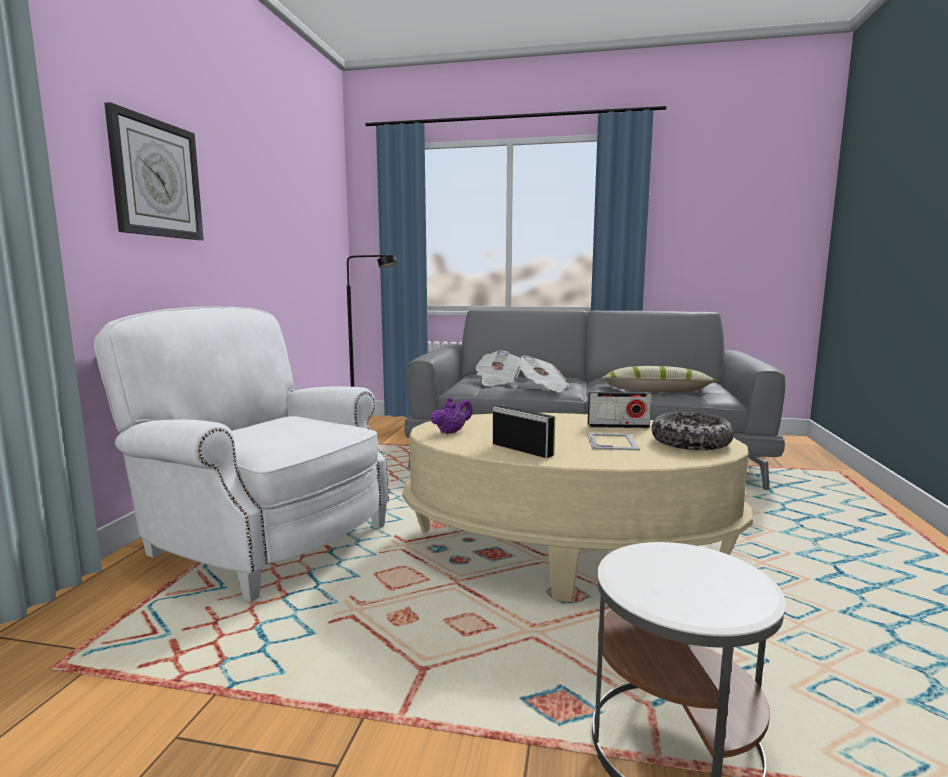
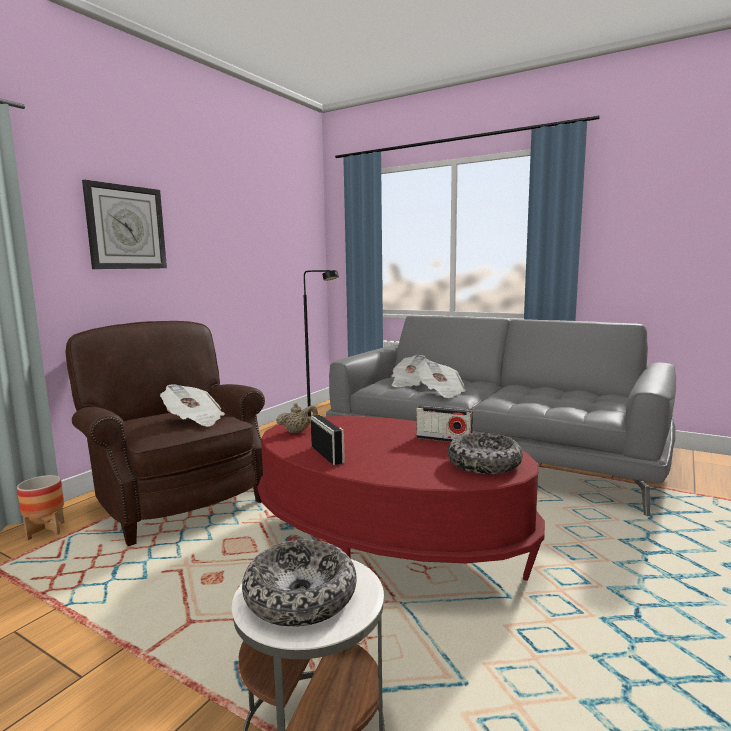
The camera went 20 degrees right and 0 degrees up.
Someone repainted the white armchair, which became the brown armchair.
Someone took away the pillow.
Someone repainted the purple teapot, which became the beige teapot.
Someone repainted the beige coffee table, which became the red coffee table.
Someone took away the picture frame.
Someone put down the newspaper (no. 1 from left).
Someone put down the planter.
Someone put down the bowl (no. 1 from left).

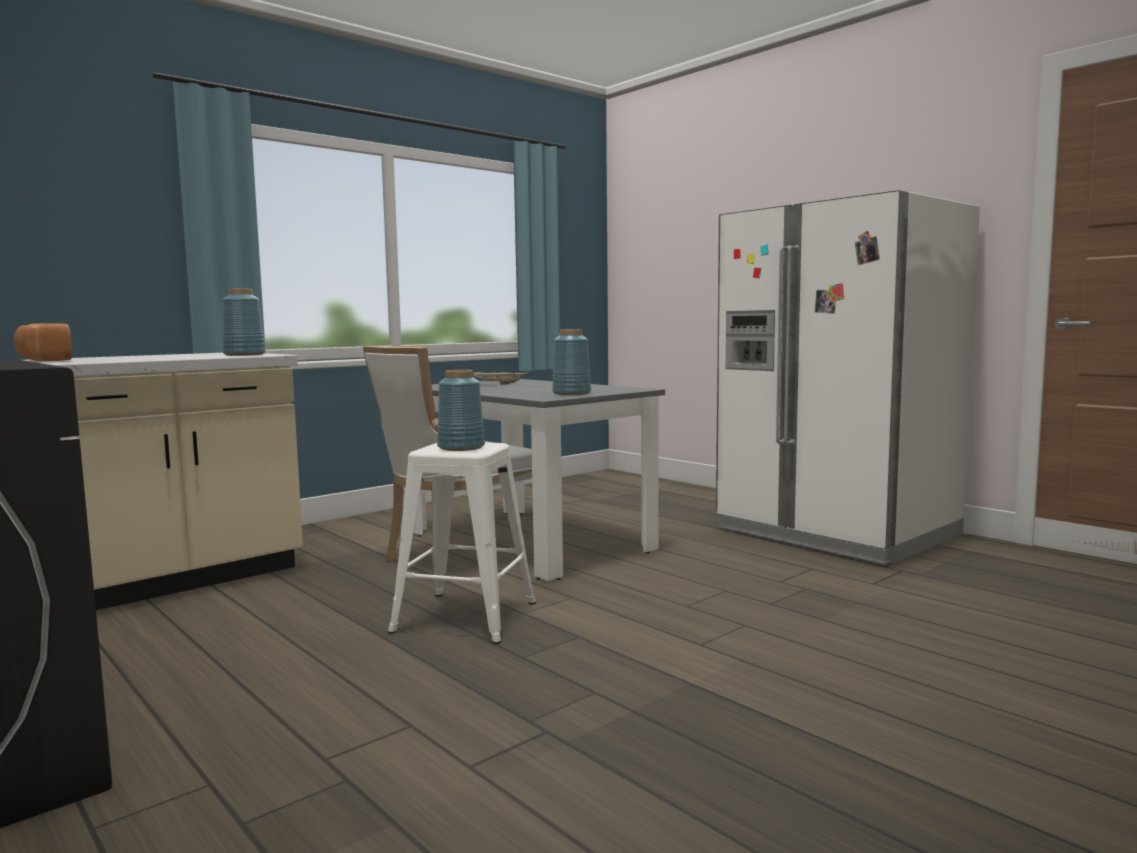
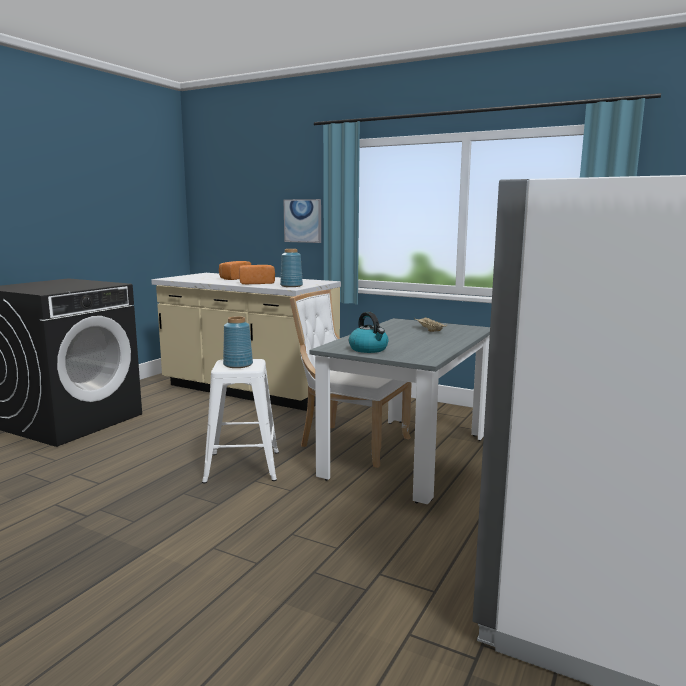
The camera went 70 degrees right and 5 degrees up.
Someone swapped the blue vase (no. 3 from left) for the kettle.
Someone put up the picture.
Someone put down the bread (no. 2 from left).

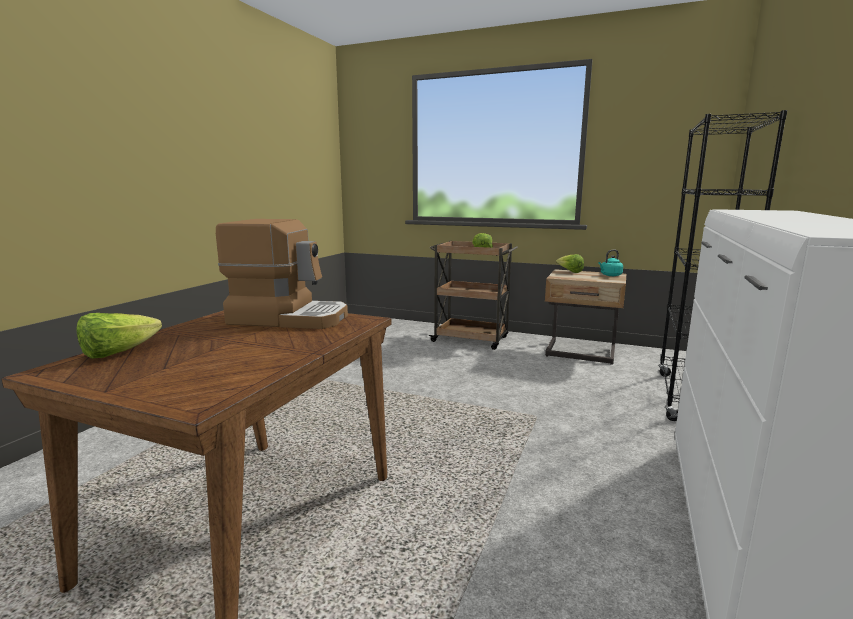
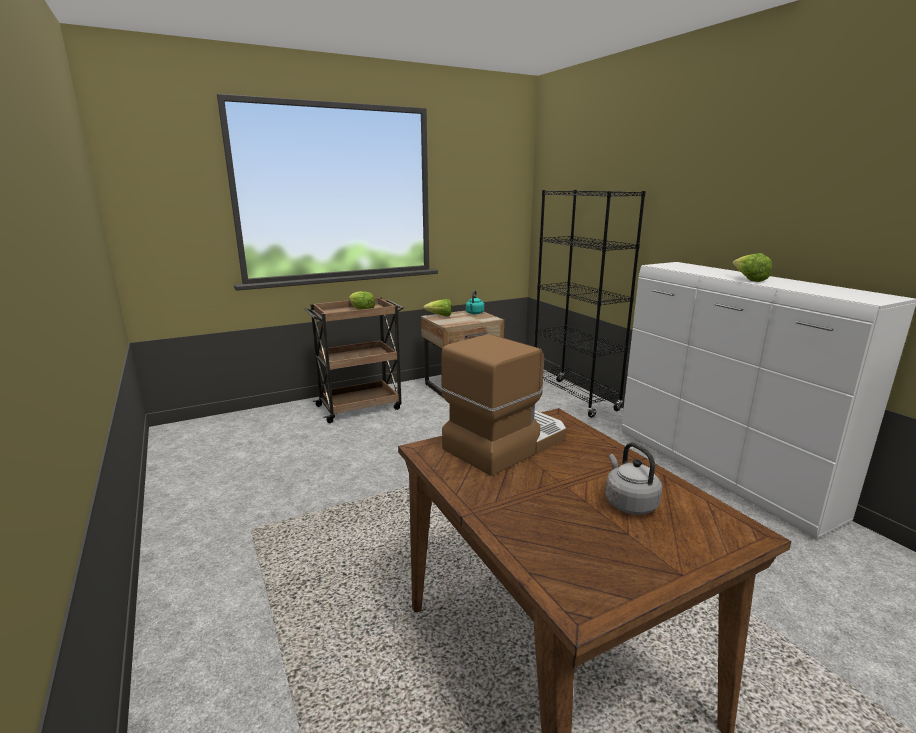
The camera went 50 degrees left and 5 degrees up.
Someone carried the lettuce (no. 1 from left in the first image).
Someone put down the grey kettle.

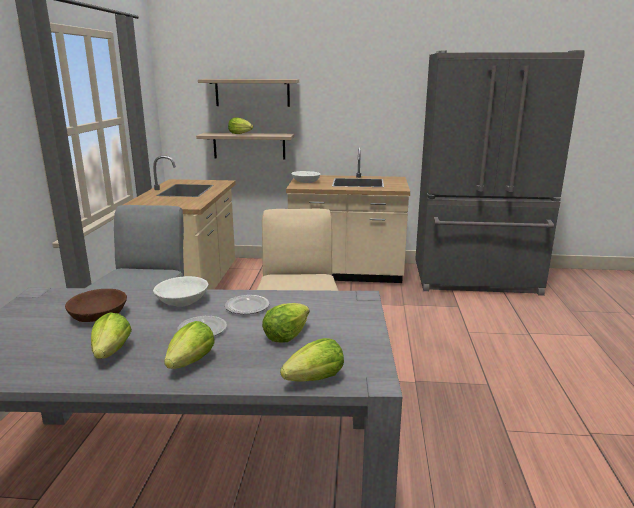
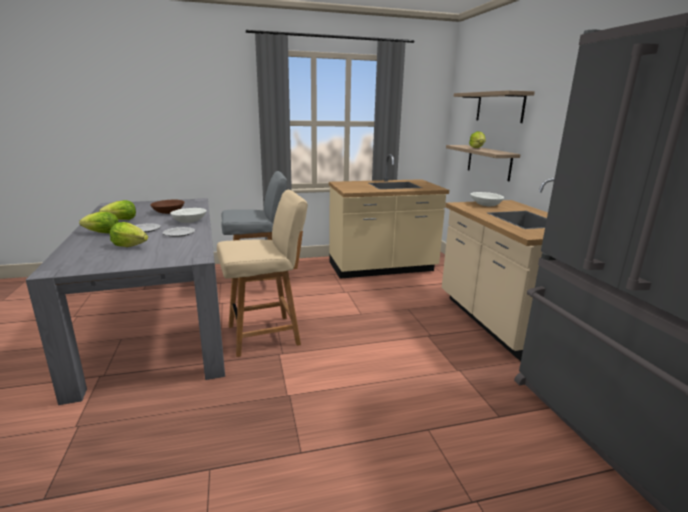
The camera went 70 degrees right and 0 degrees up.
Someone took away the lettuce (no. 5 from left).

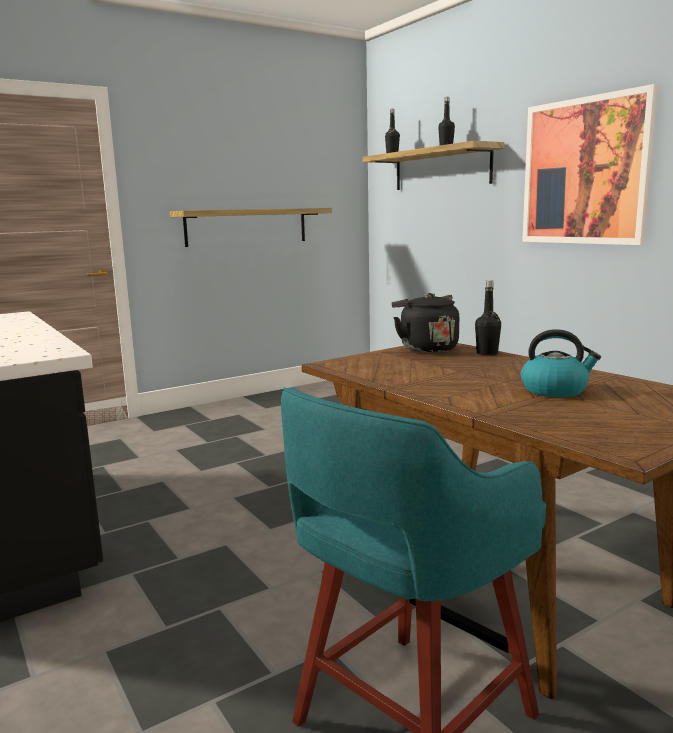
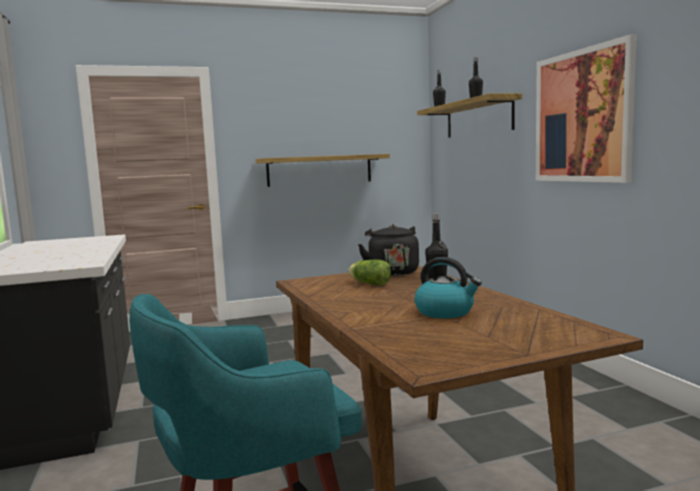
The camera went 15 degrees right and 5 degrees down.
Someone put down the lettuce.

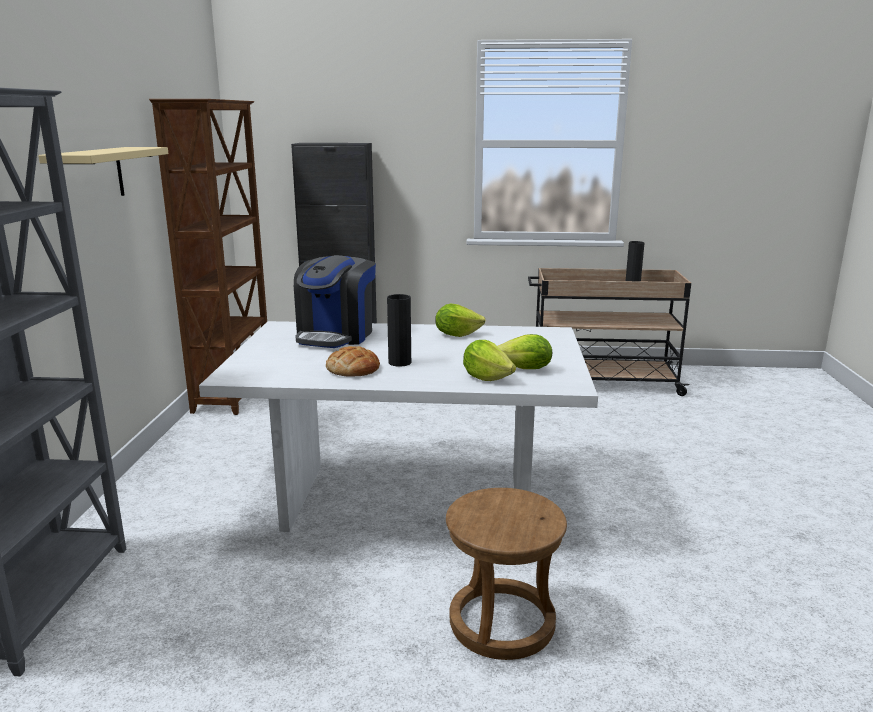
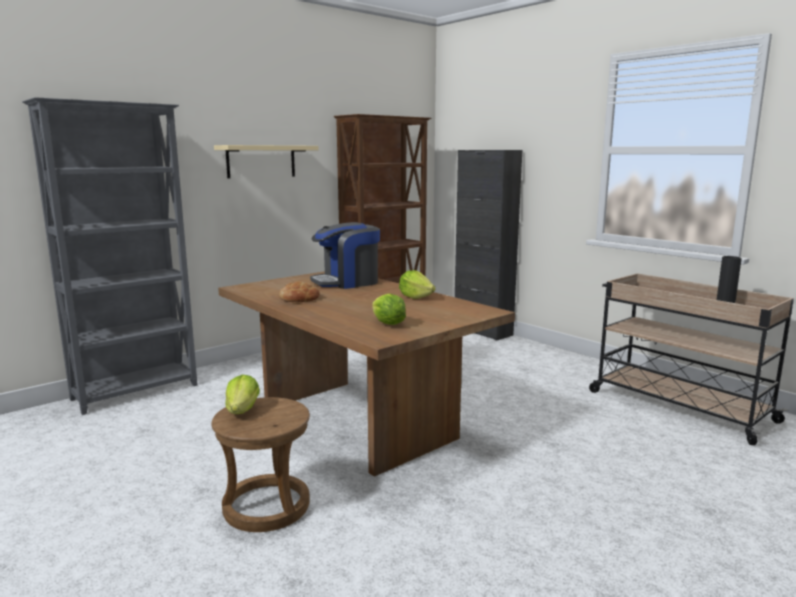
The camera went 45 degrees right and 5 degrees down.
Someone took away the black vase (no. 1 from left).
Someone repainted the white dining table, which became the brown dining table.
Someone carried the lettuce (no. 2 from left in the first image).

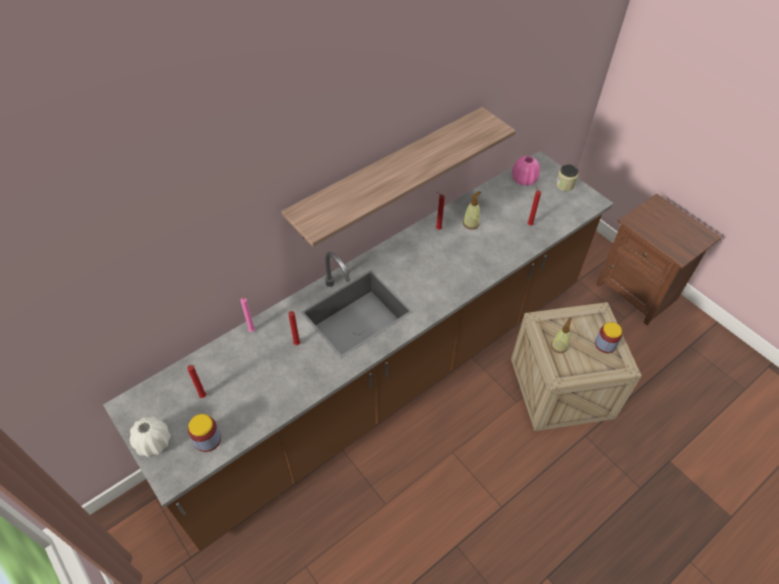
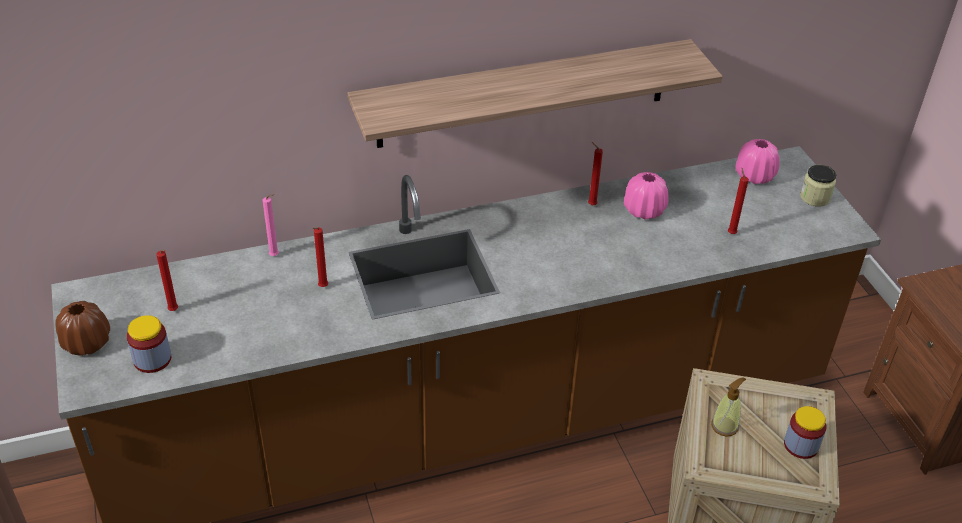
The camera went 20 degrees right and 10 degrees down.
Someone swapped the soap dispenser (no. 1 from left) for the pink vase (no. 1 from left).
Someone repainted the white vase, which became the brown vase.

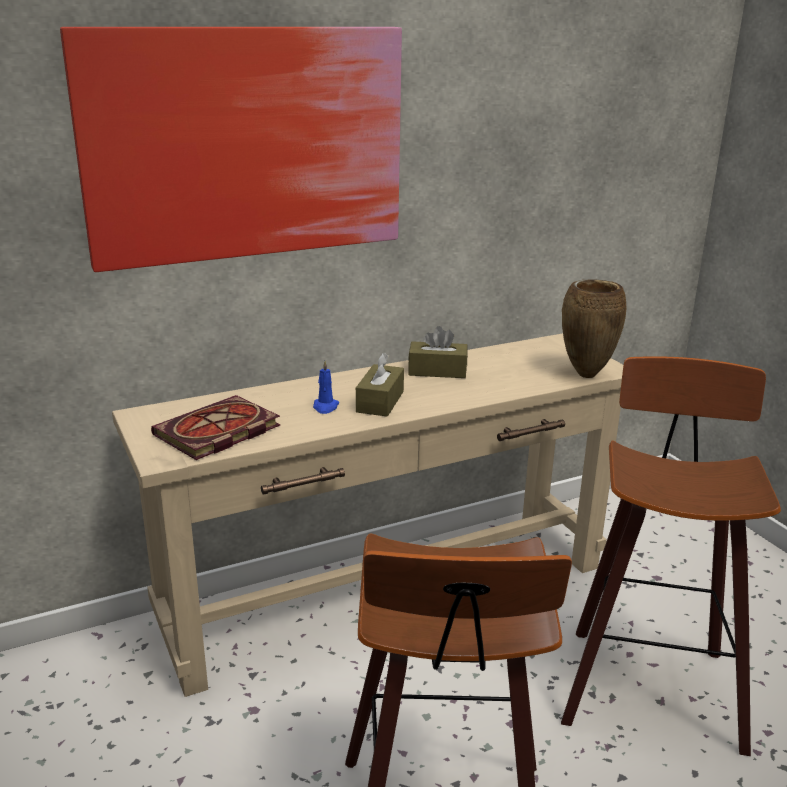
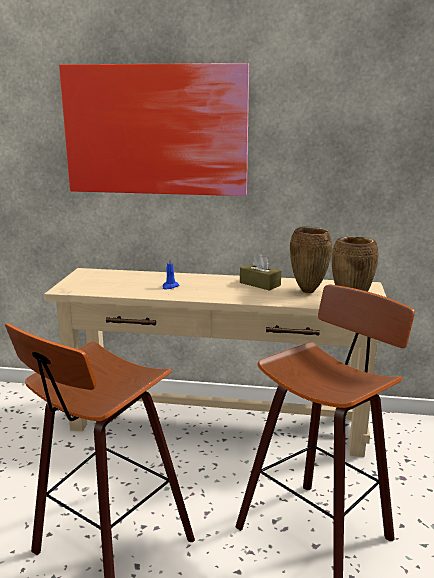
The camera went 35 degrees right and 5 degrees down.
Someone took away the brown tissue box (no. 1 from left).
Someone took away the book.
Someone put down the brown vase (no. 1 from left).

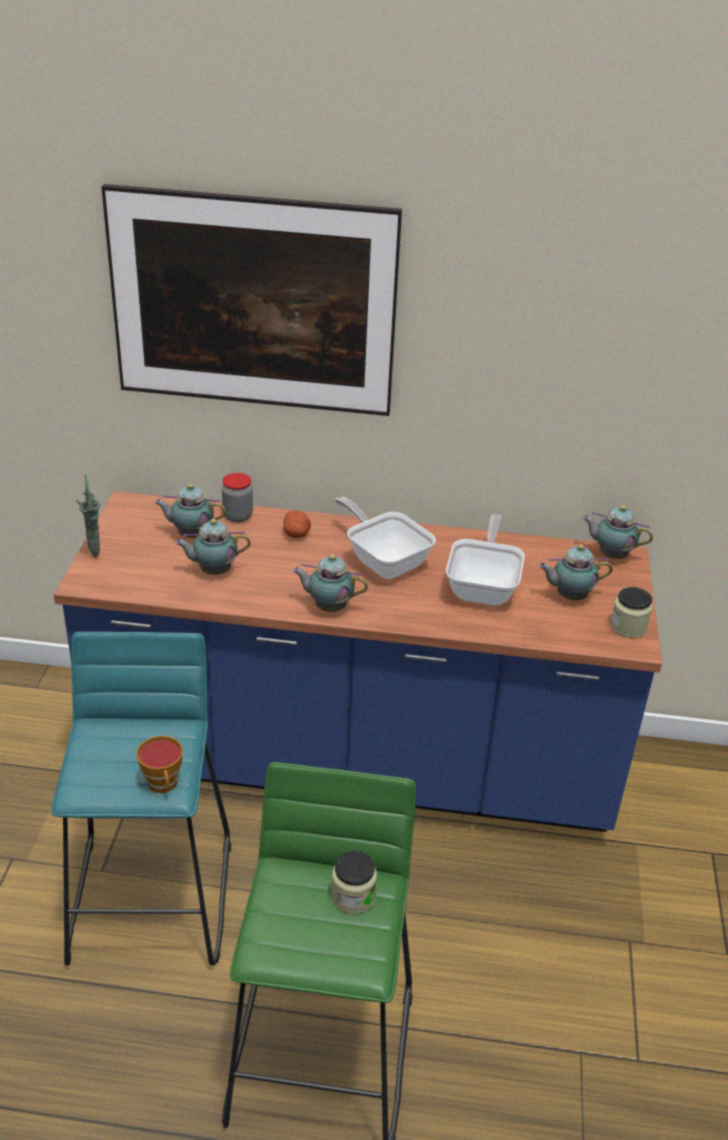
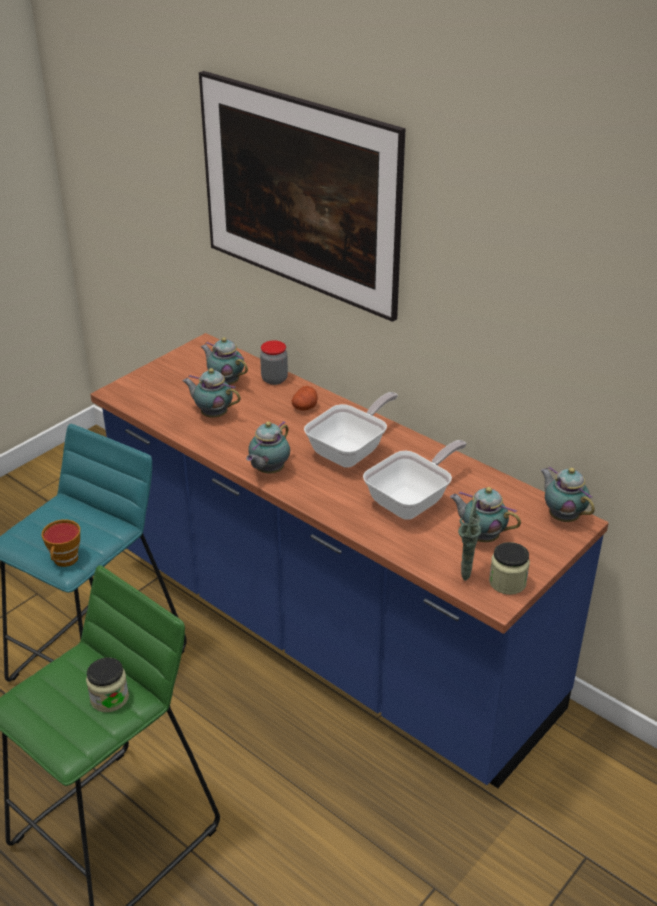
The camera went 35 degrees right and 0 degrees up.
Someone carried the green vase.
Someone rotated the frying pan (no. 1 from left) by 45 degrees clockwise.
Someone rotated the teapot (no. 3 from left) by 105 degrees counterclockwise.

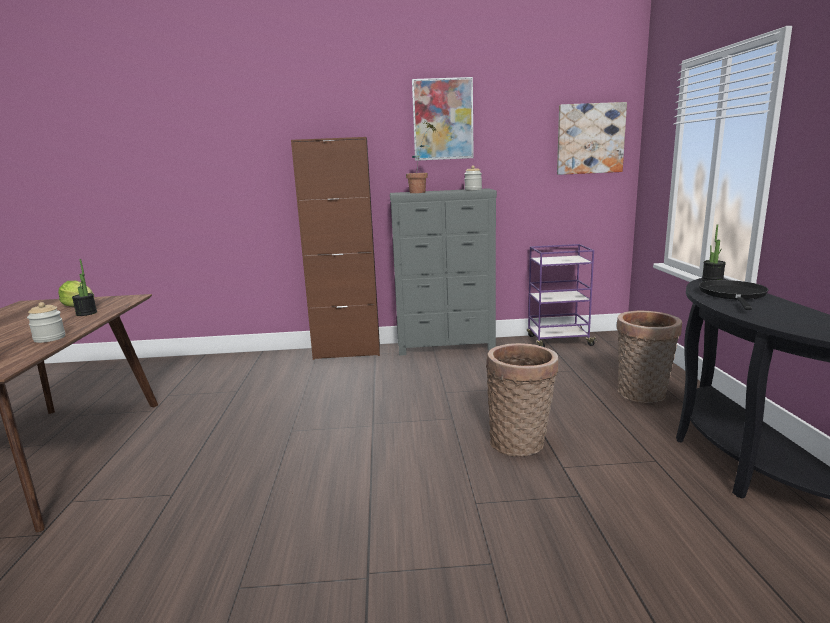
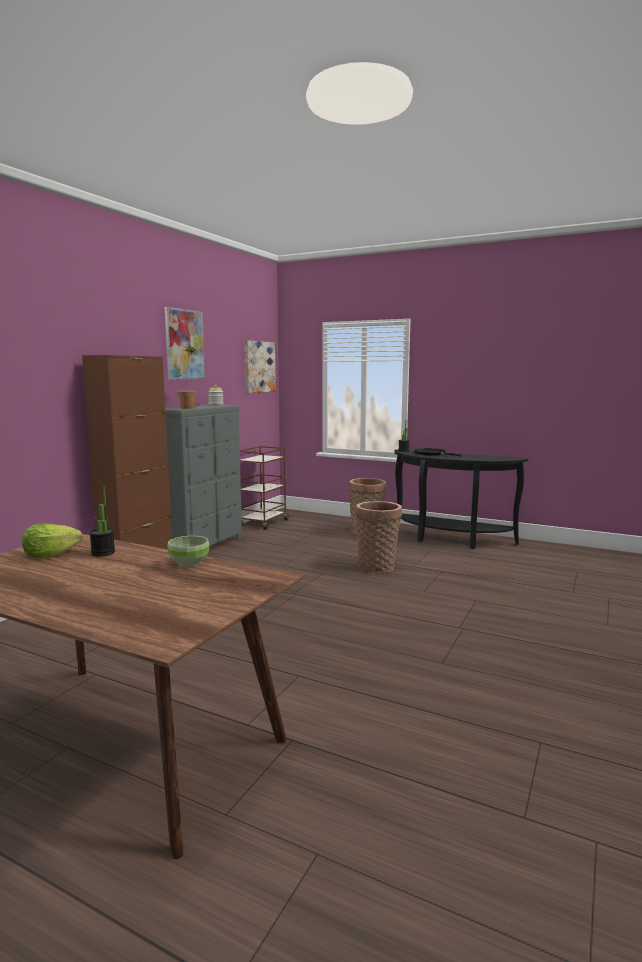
The camera went 60 degrees left and 5 degrees down.
Someone repainted the purple cart, which became the brown cart.
Someone swapped the jar (no. 1 from left) for the green bowl.

